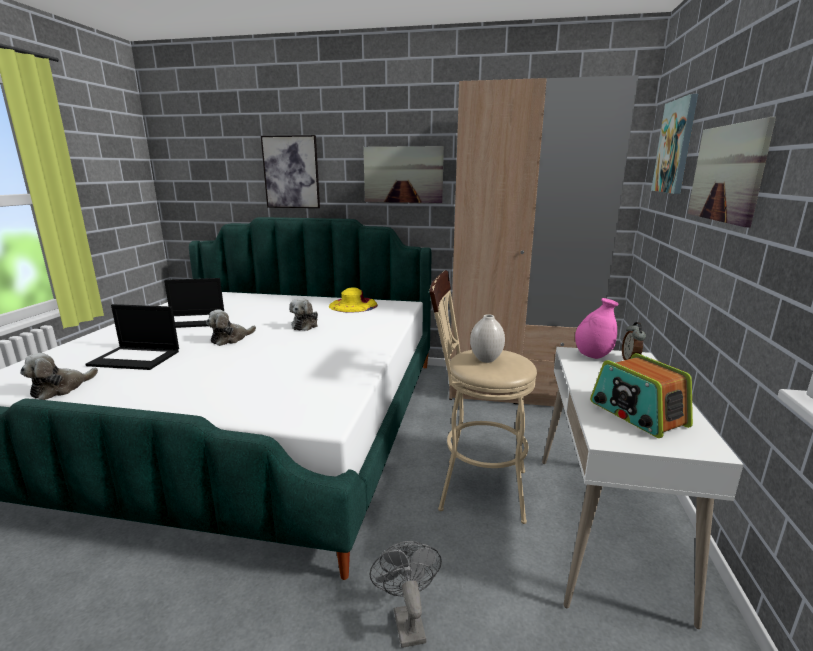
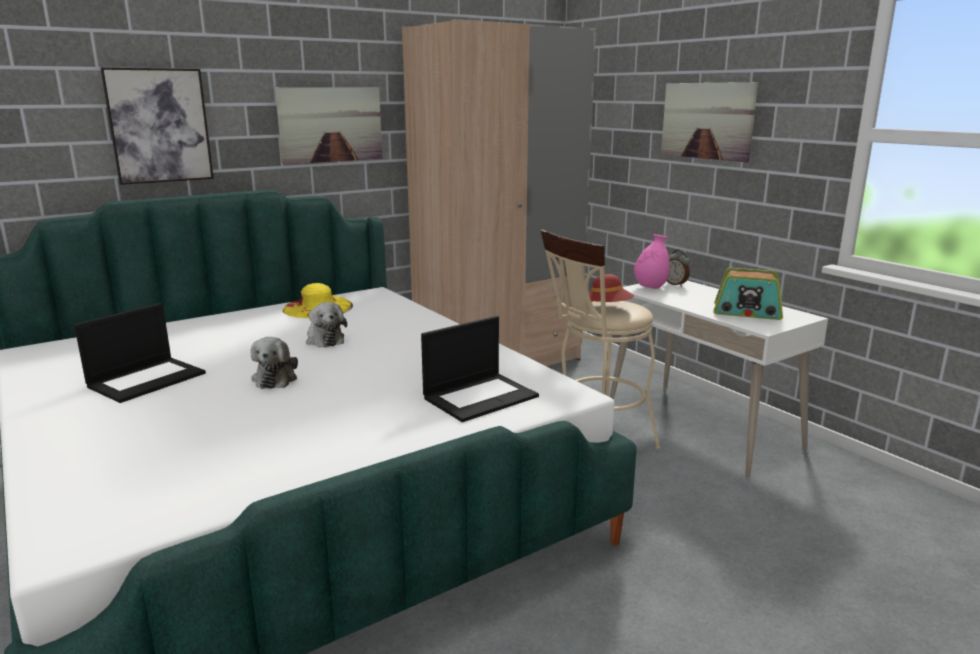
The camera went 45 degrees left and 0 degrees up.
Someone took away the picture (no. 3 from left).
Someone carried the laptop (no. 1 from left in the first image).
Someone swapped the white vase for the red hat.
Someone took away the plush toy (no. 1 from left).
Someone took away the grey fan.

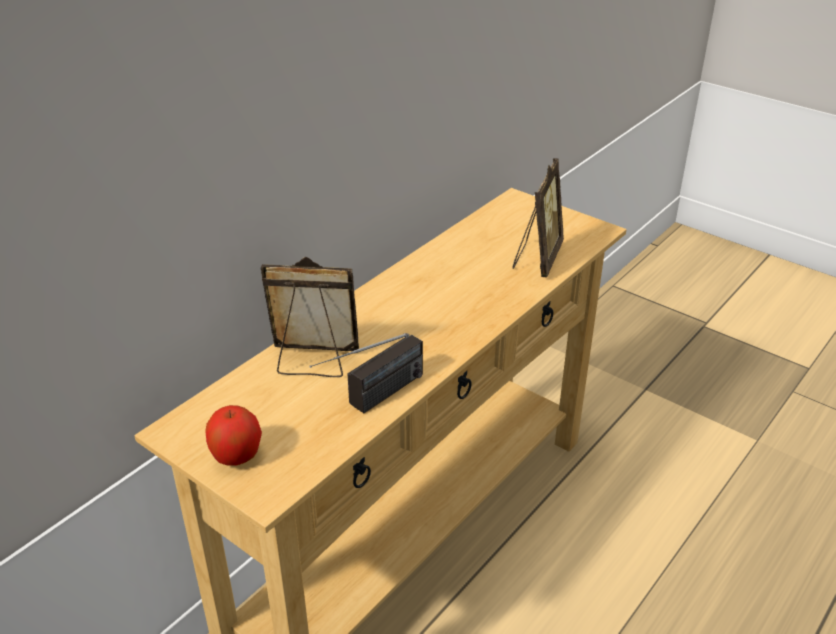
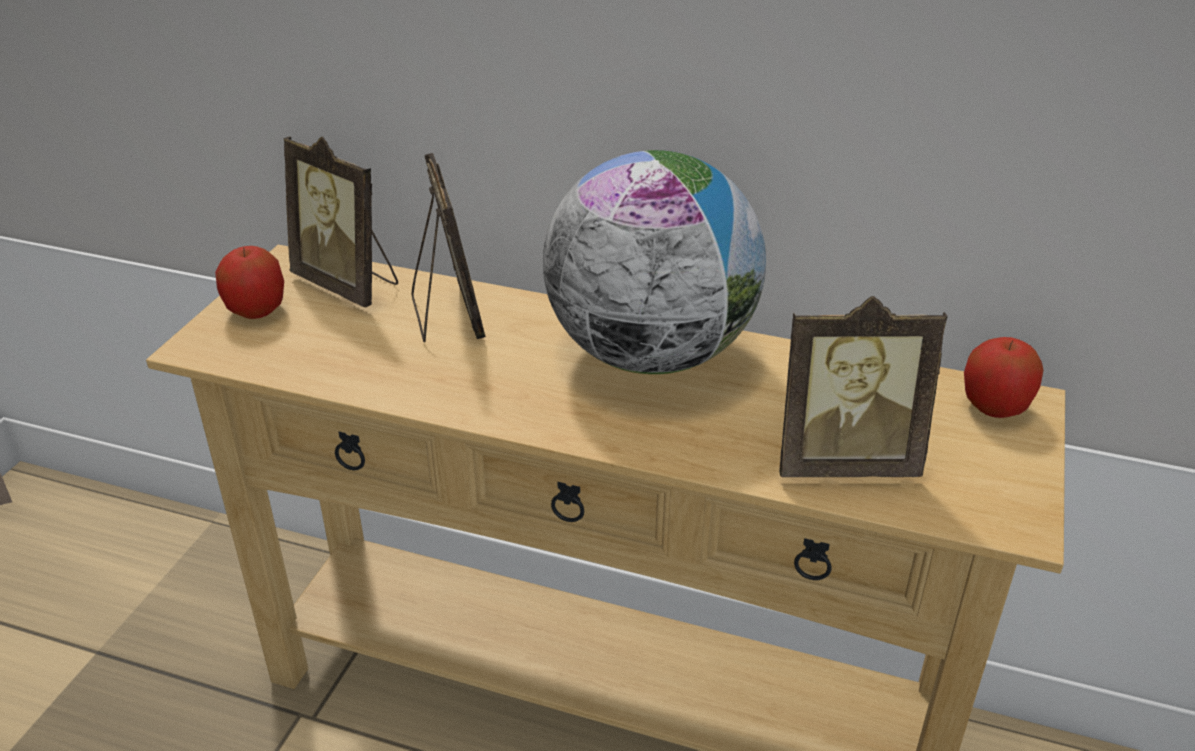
The camera went 70 degrees right and 0 degrees up.
Someone took away the radio.
Someone put down the picture frame (no. 1 from left).
Someone put down the globe.
Someone put down the apple (no. 2 from left).

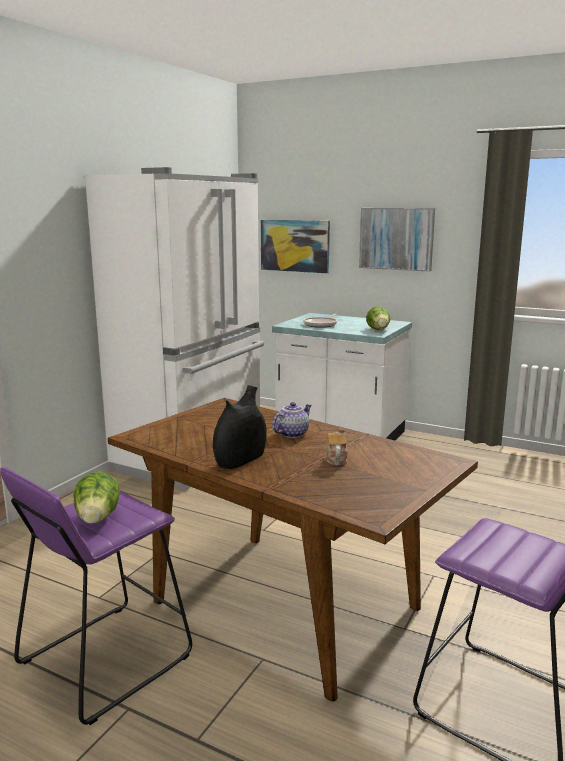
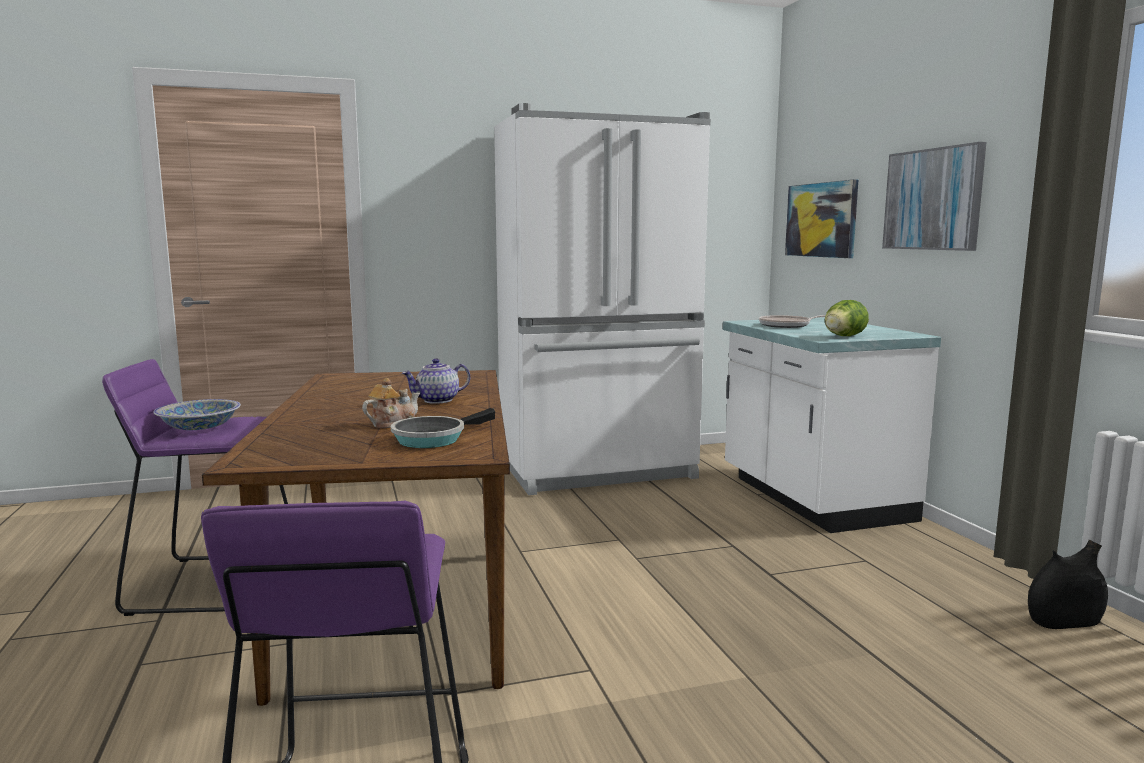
The camera went 45 degrees right and 5 degrees down.
Someone carried the black vase.
Someone rotated the teapot (no. 1 from left in the first image) by 150 degrees clockwise.
Someone swapped the lettuce (no. 1 from left) for the bowl.
Someone put down the frying pan (no. 1 from left).

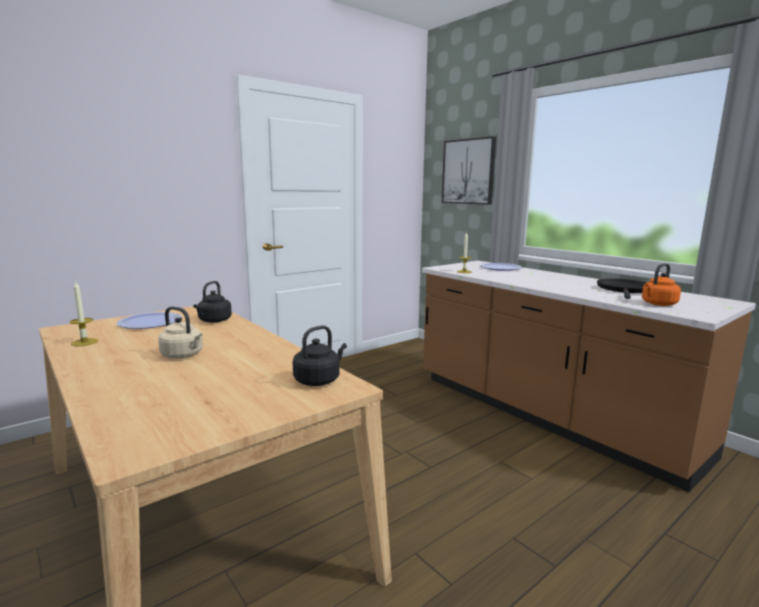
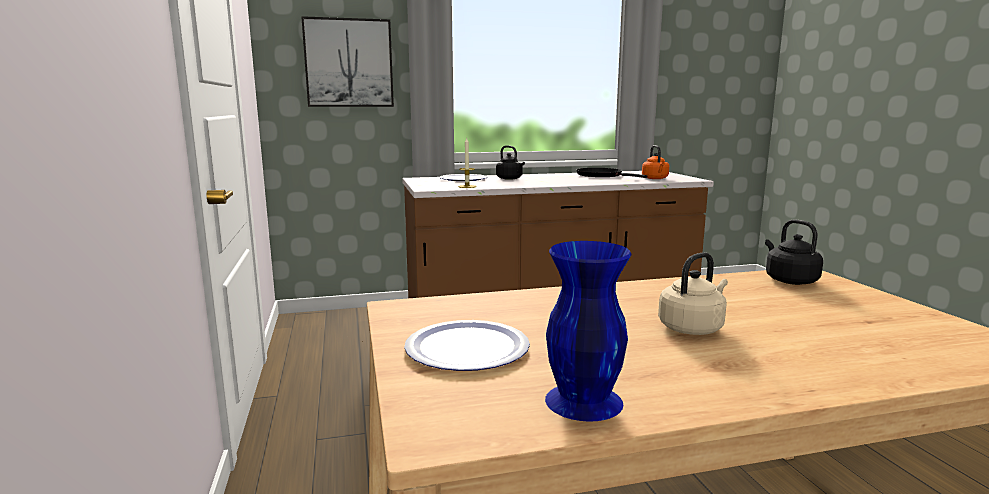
The camera went 65 degrees left and 0 degrees up.
Someone carried the black kettle (no. 1 from left).
Someone swapped the candle (no. 1 from left) for the blue vase.

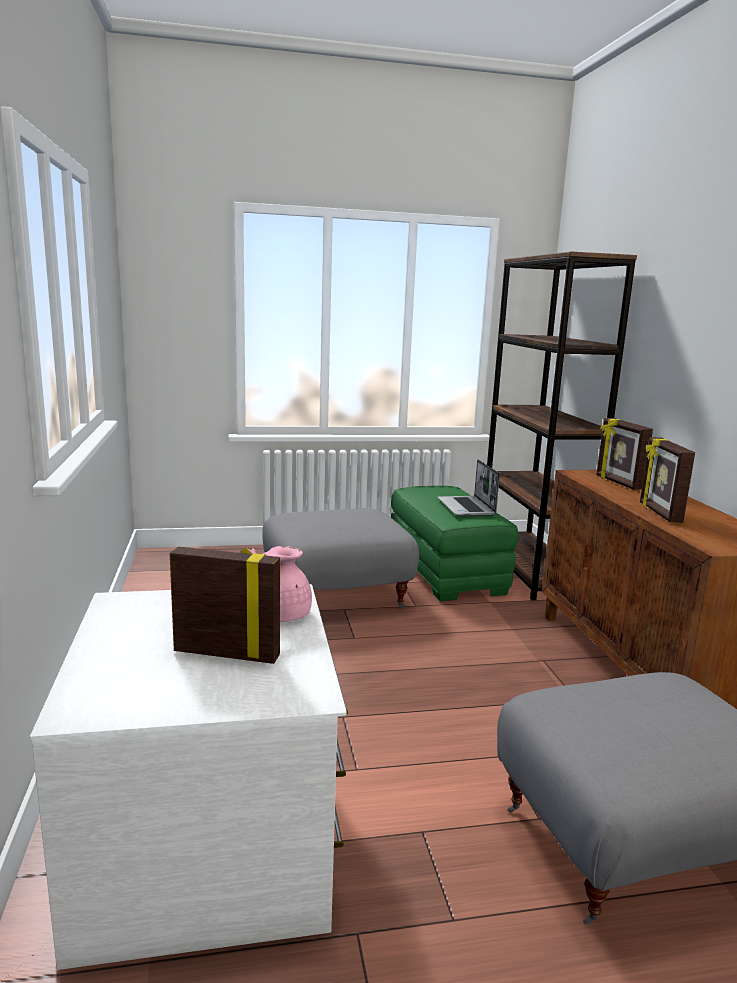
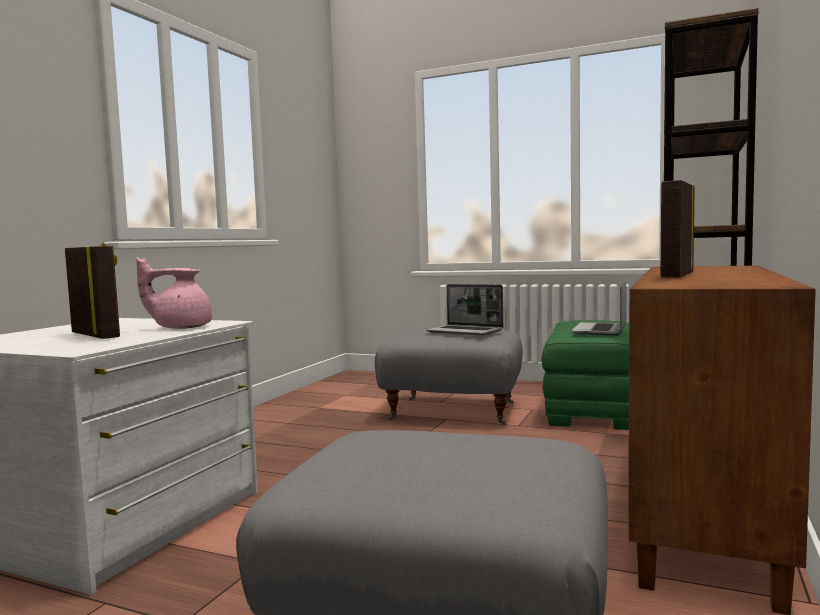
The camera went 35 degrees right and 10 degrees down.
Someone took away the picture frame (no. 2 from left).
Someone put down the laptop (no. 1 from left).

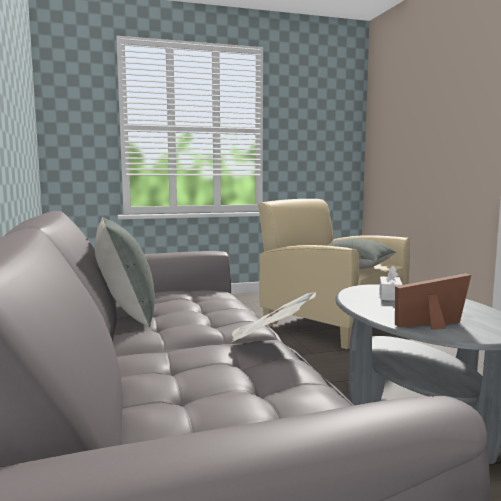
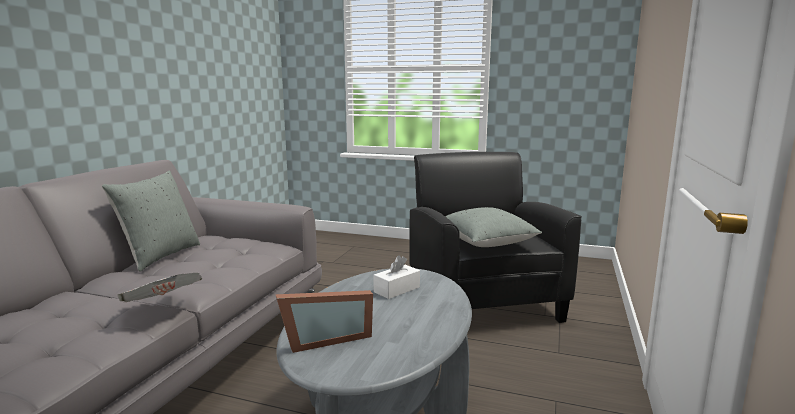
The camera went 35 degrees right and 5 degrees up.
Someone repainted the beige armchair, which became the black armchair.
Someone rotated the picture frame by 135 degrees clockwise.

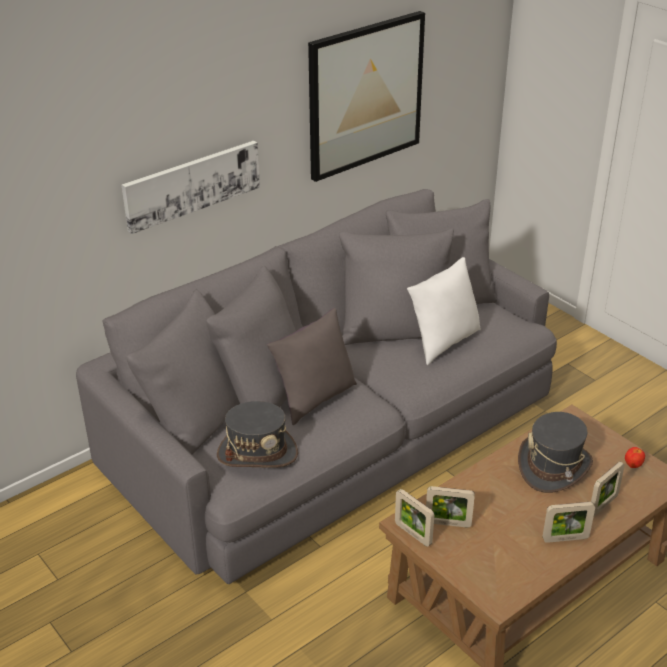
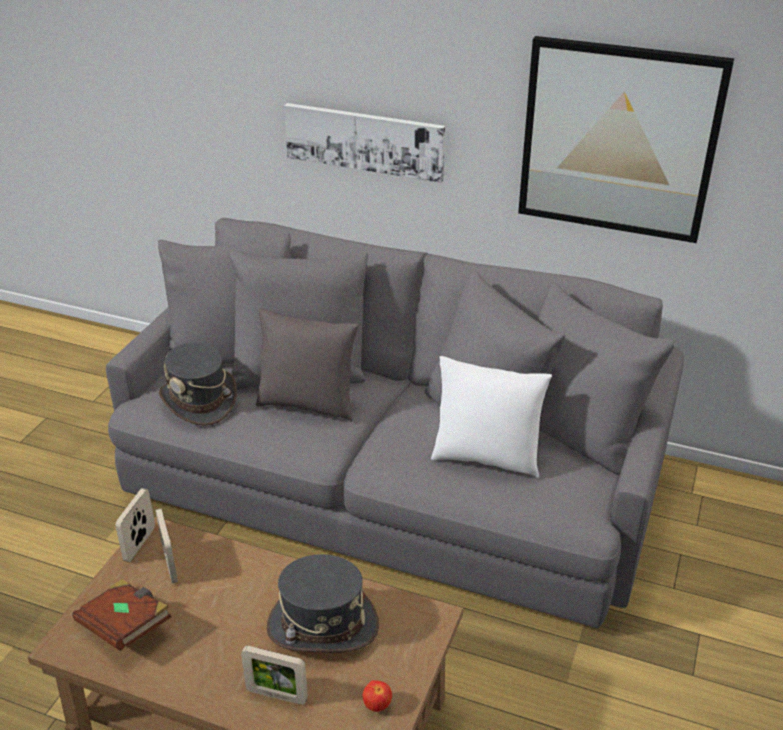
The camera went 60 degrees right and 0 degrees up.
Someone took away the picture frame (no. 3 from left).
Someone put down the brown book.

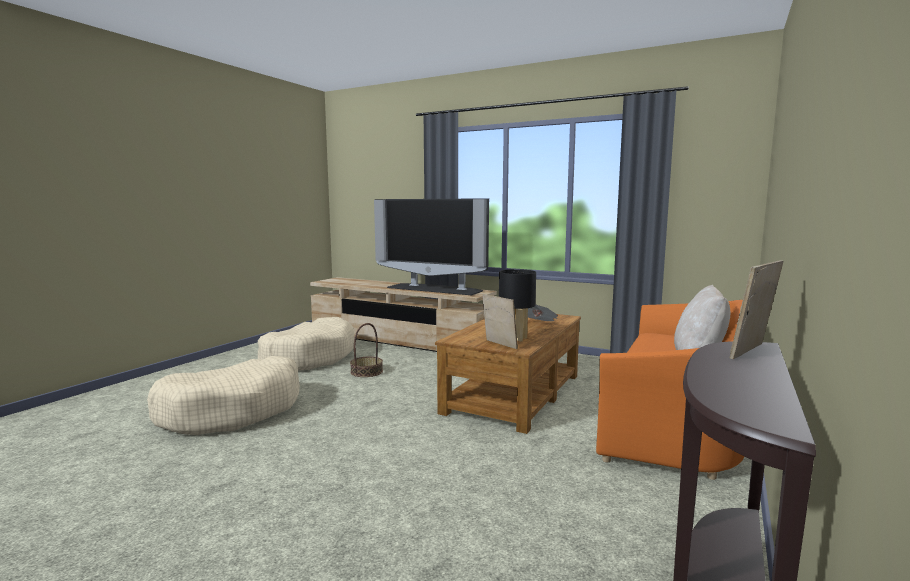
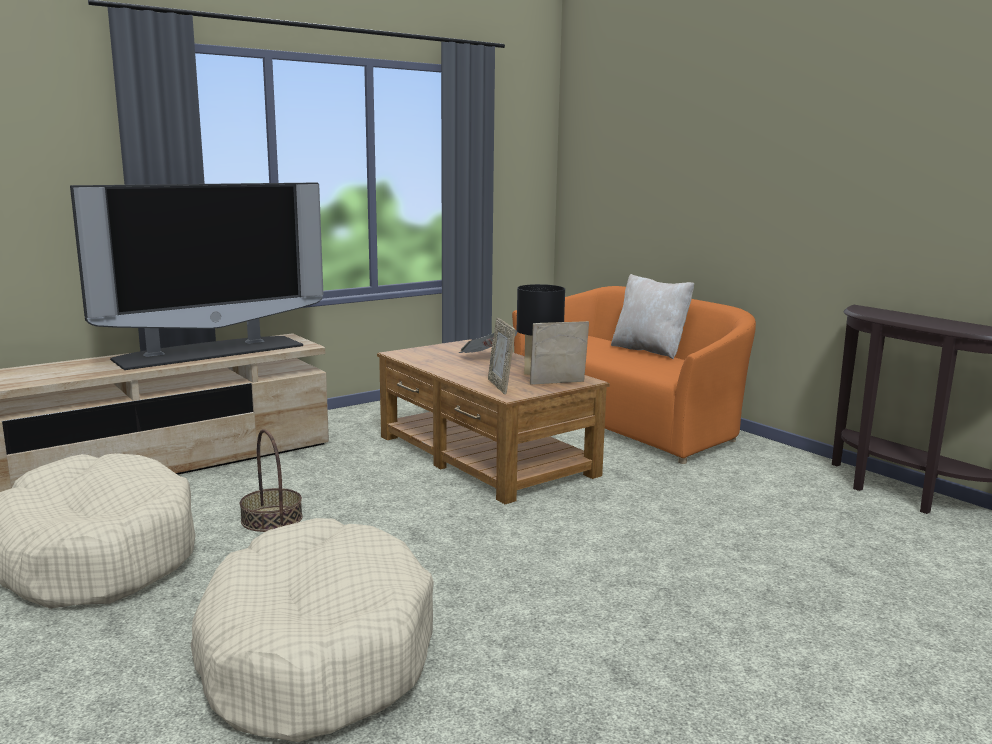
The camera went 65 degrees left and 5 degrees up.
Someone carried the picture frame (no. 2 from left in the first image).

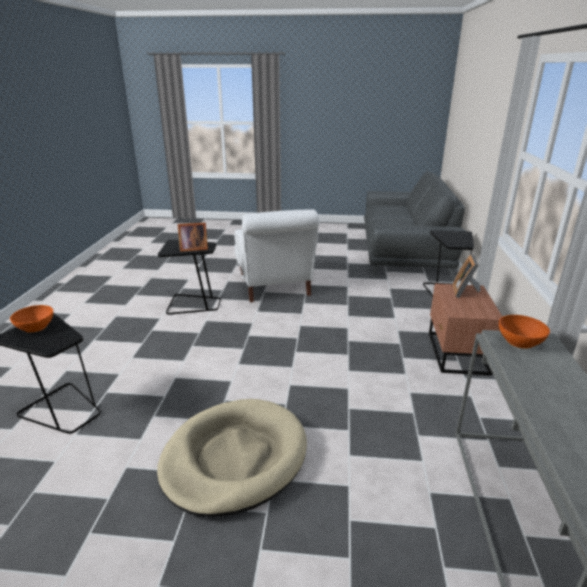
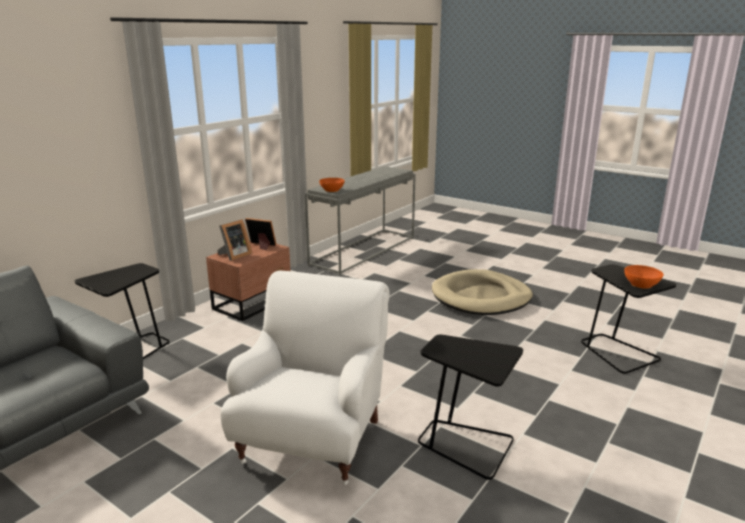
The camera went 150 degrees left and 5 degrees down.
Someone carried the picture frame (no. 1 from left in the first image).

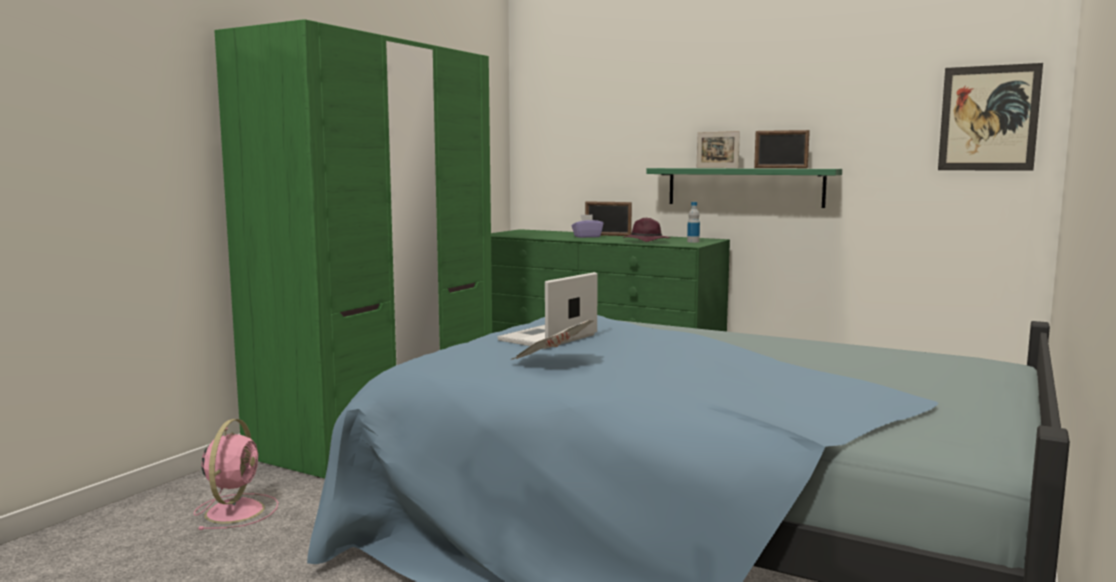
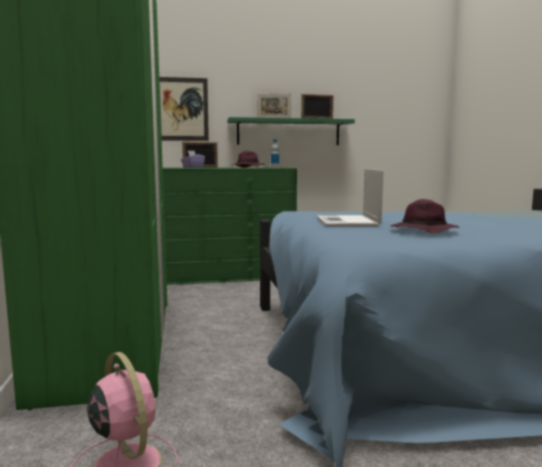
The camera went 40 degrees left and 0 degrees up.
Someone carried the picture.
Someone swapped the newspaper for the purple hat (no. 2 from left).

